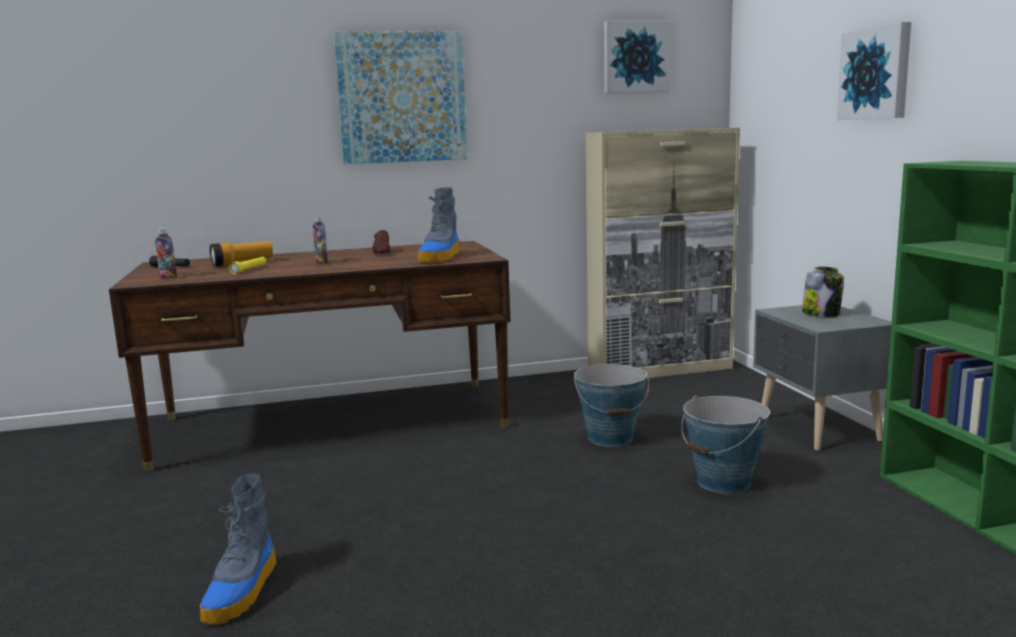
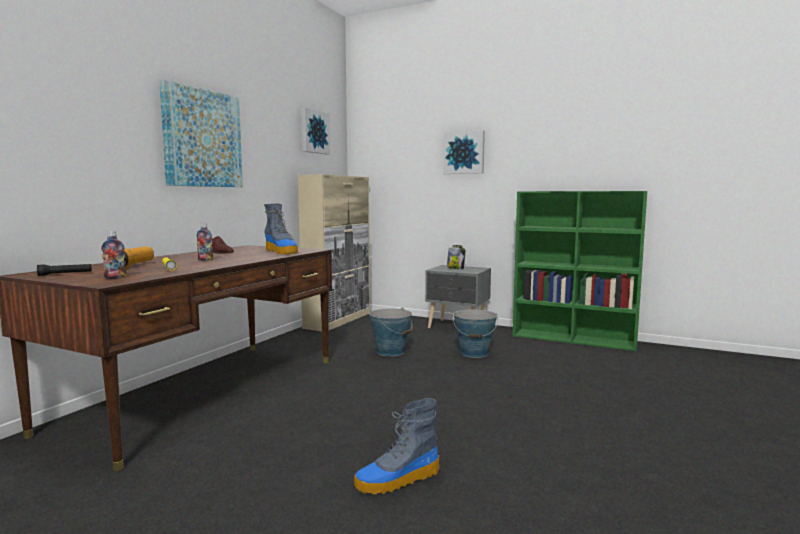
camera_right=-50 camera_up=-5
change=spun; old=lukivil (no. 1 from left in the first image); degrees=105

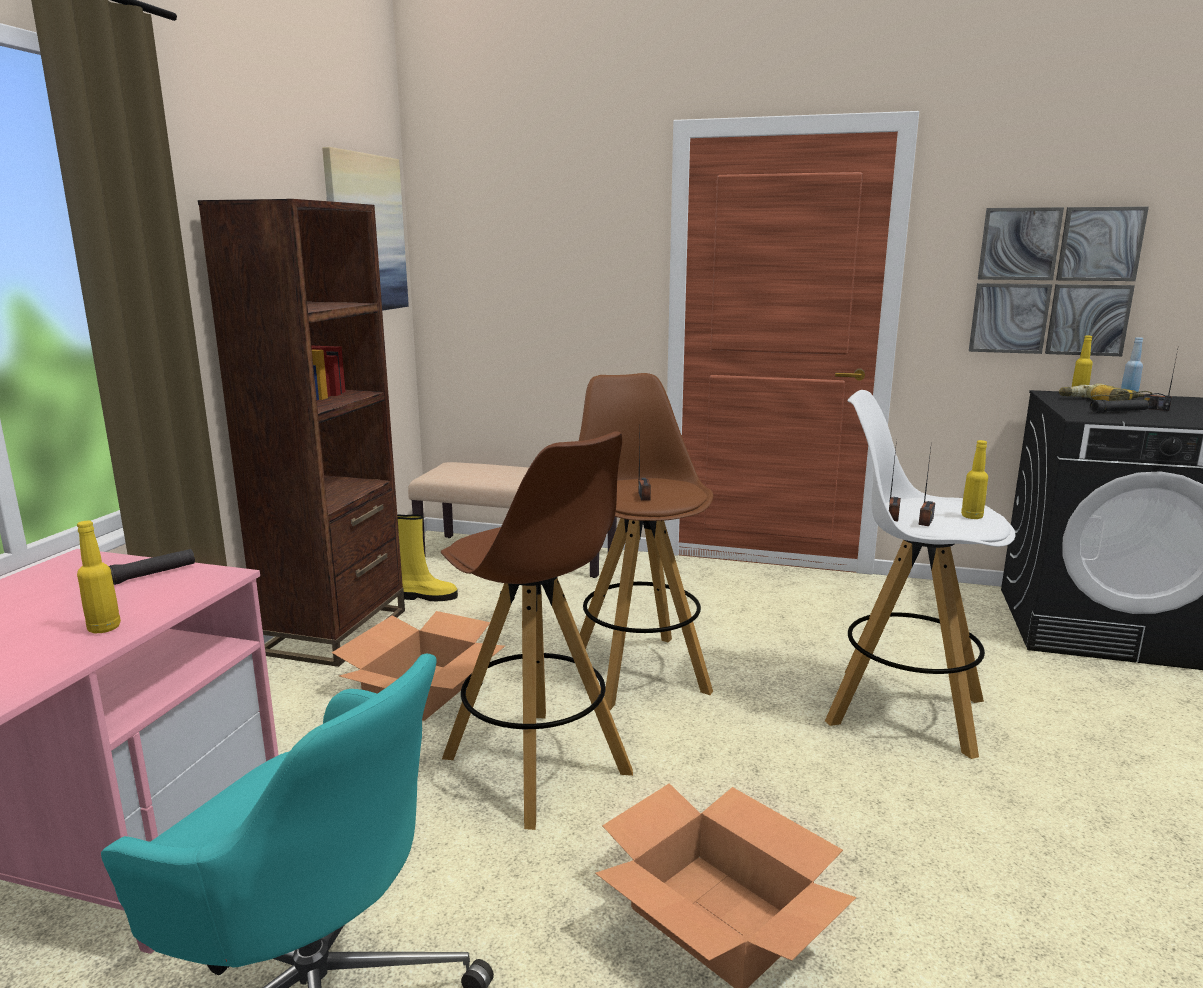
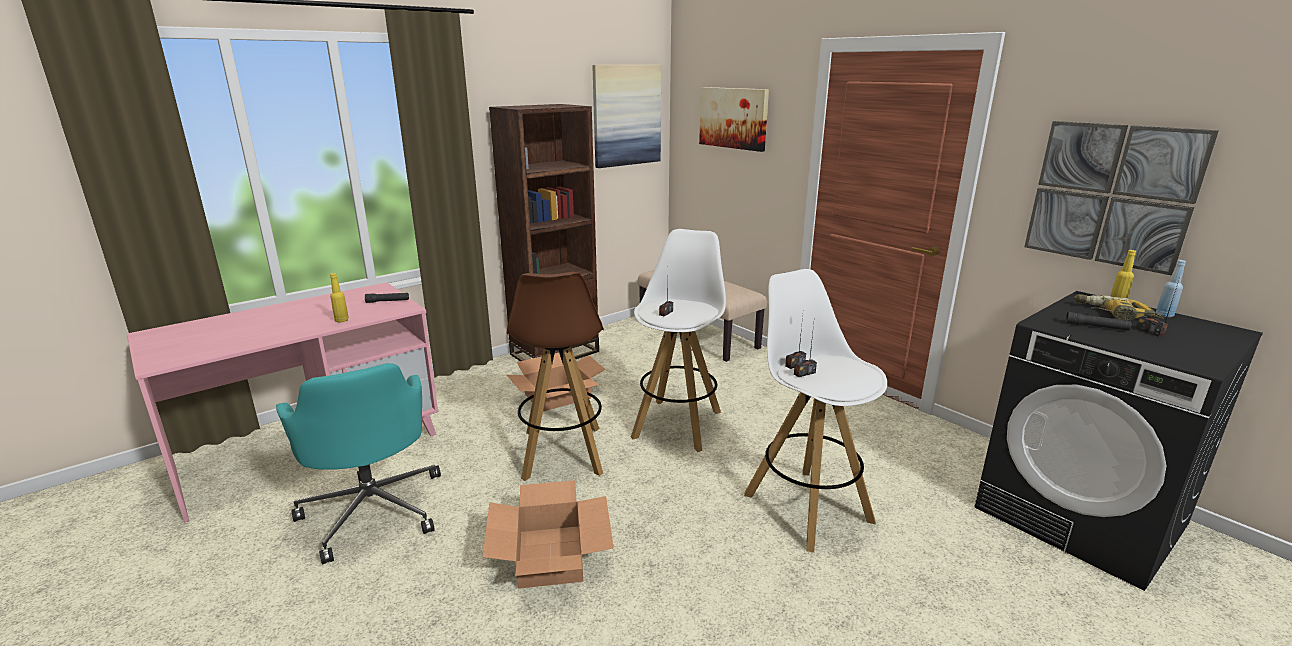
camera_right=35 camera_up=5
change=colour; old=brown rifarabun (no. 2 from left); new=white rifarabun (no. 1 from left)
change=appeared; new=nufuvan (no. 2 from left)
change=missing; old=yellow lukivil
change=missing; old=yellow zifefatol (no. 2 from left)

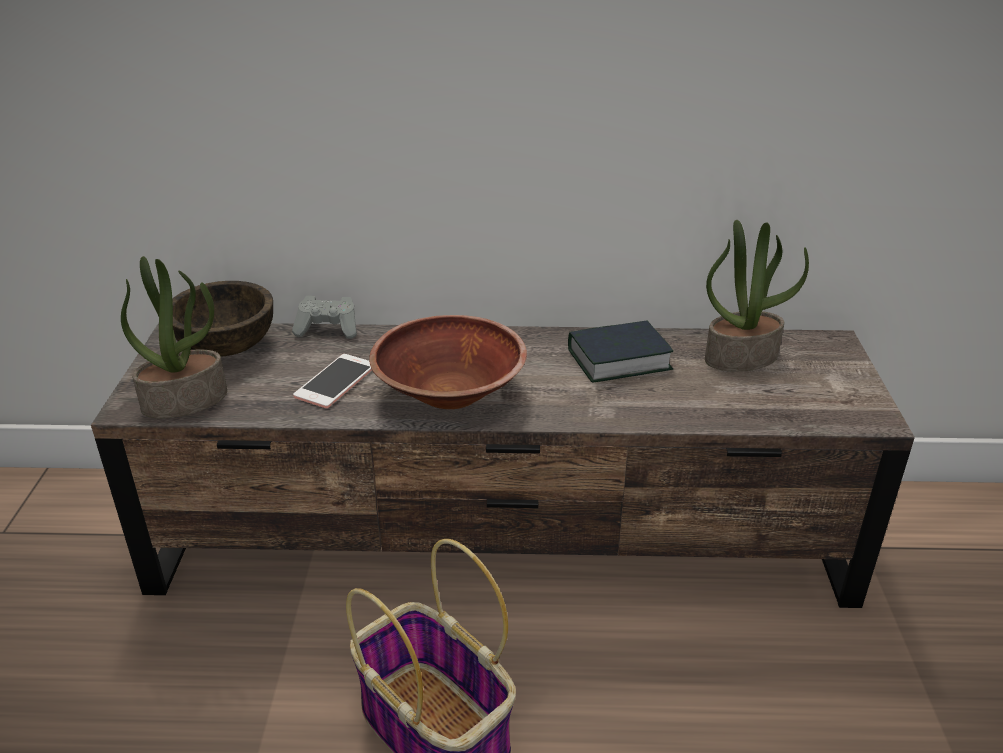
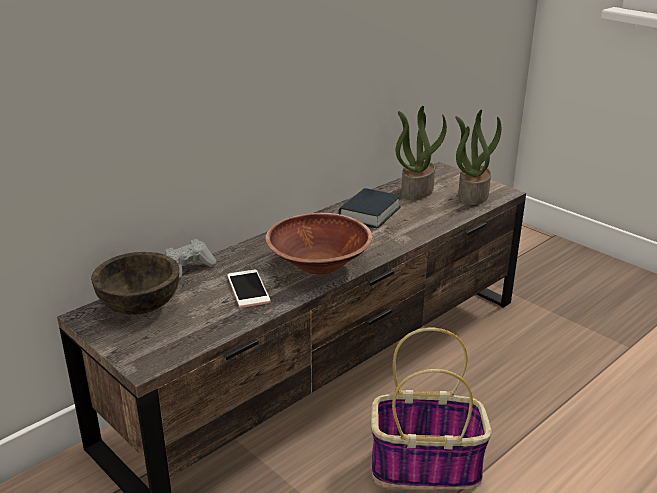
camera_right=-45 camera_up=-5
change=relocated; old=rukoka (no. 1 from left in the first image); new=rukoka (no. 2 from left)

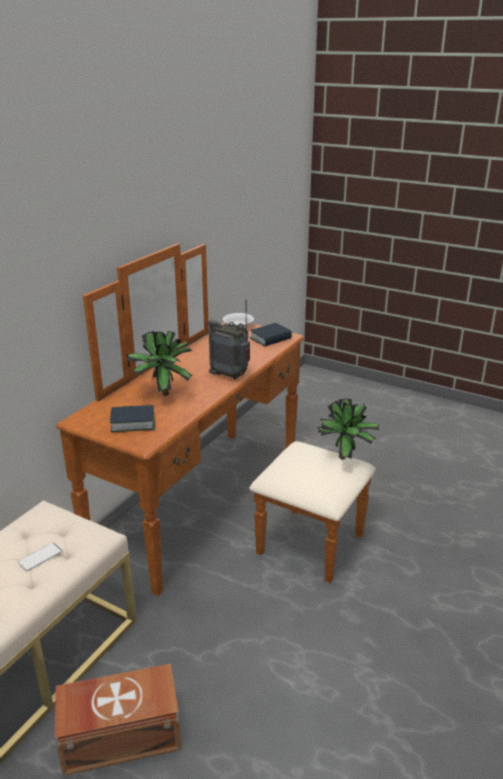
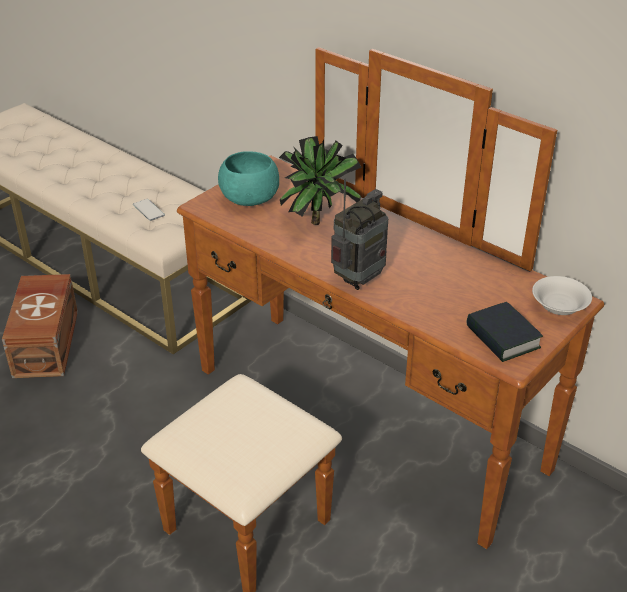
camera_right=100 camera_up=10
change=exchanged; old=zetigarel (no. 1 from left); new=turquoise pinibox
change=missing; old=rukoka (no. 2 from left)

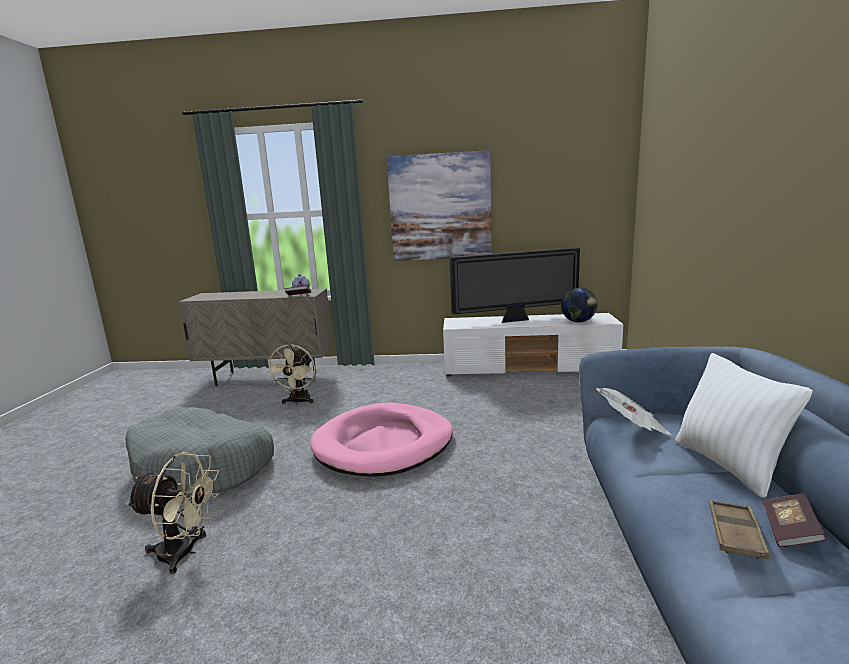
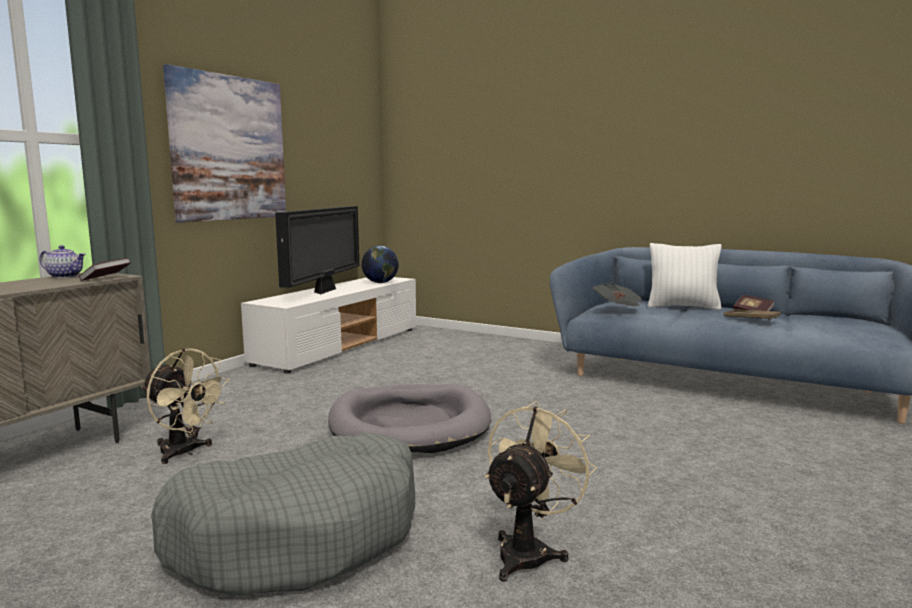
camera_right=-65 camera_up=-5
change=colour; old=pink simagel; new=grey simagel (no. 2 from left)

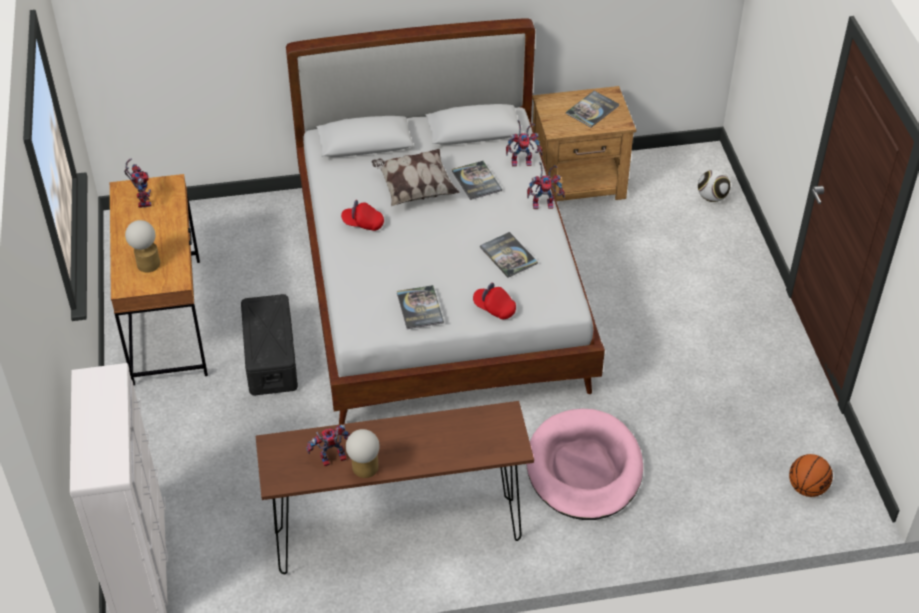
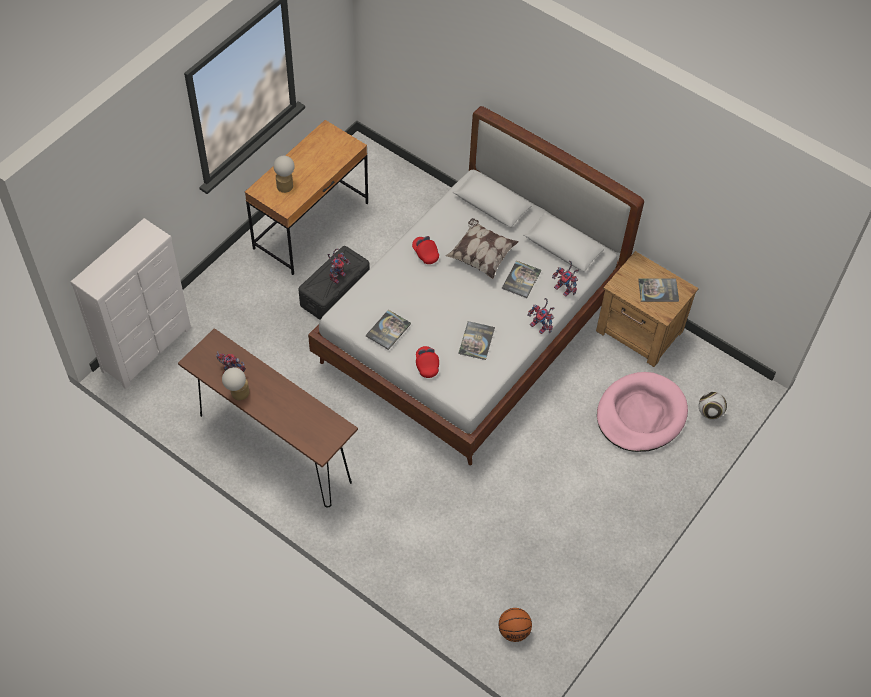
camera_right=45 camera_up=10
change=relocated; old=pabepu (no. 1 from left in the first image); new=pabepu (no. 2 from left)
change=relocated; old=pink simagel

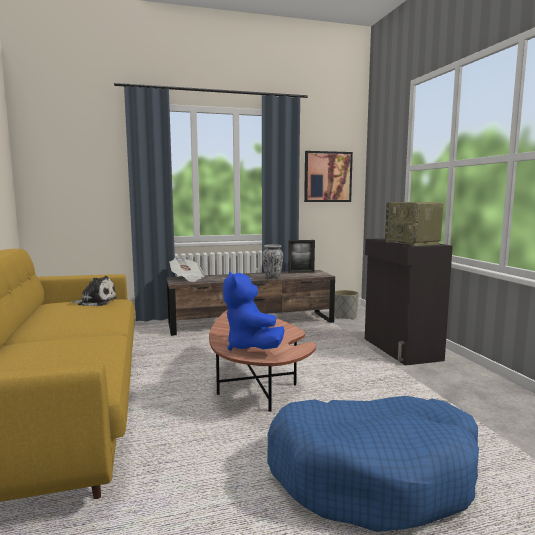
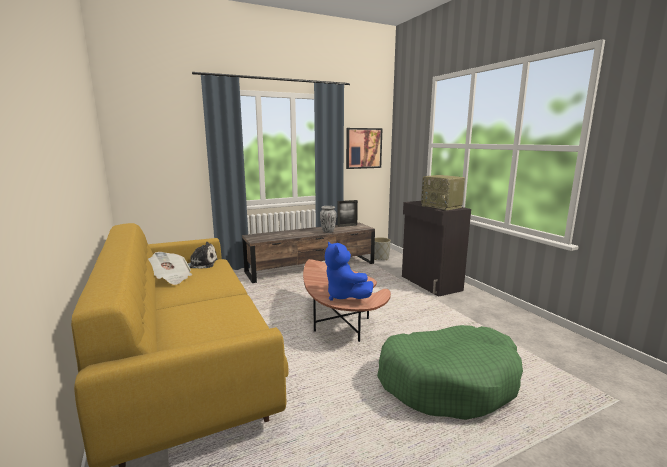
camera_right=-10 camera_up=5
change=relocated; old=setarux
change=colour; old=blue simagel; new=green simagel

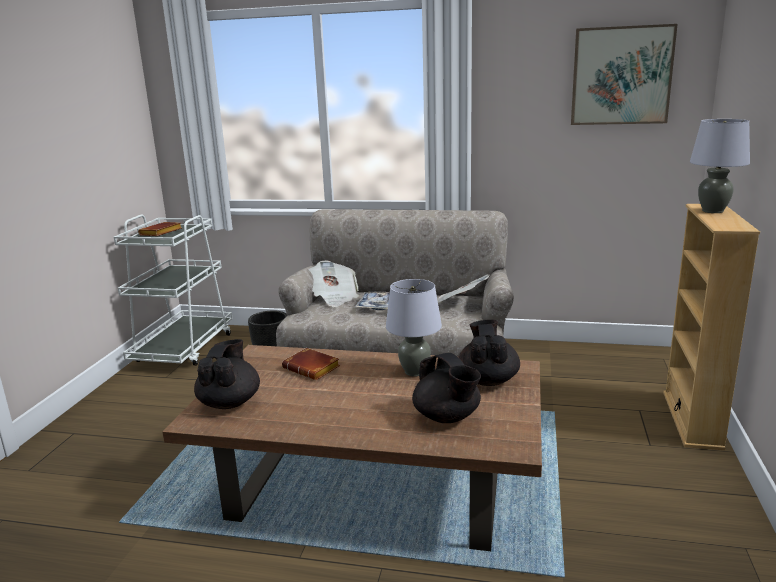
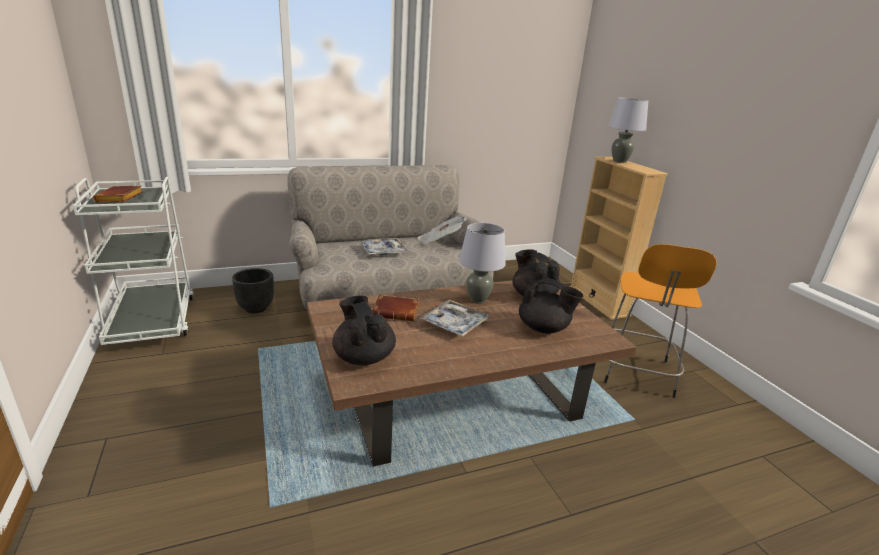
camera_right=-35 camera_up=5
change=appeared; new=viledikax (no. 2 from left)
change=appeared; new=orange rifarabun
change=missing; old=setarux (no. 1 from left)
change=missing; old=nufuvan

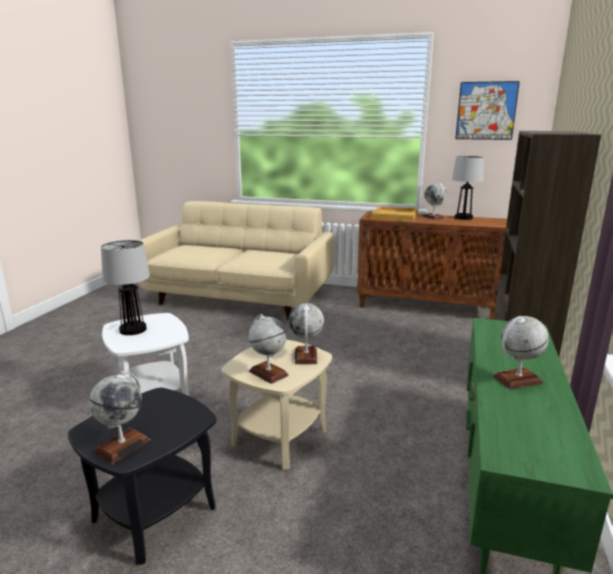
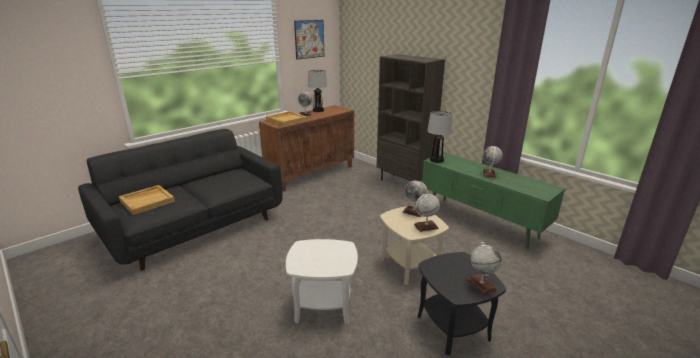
camera_right=-60 camera_up=5
change=colour; old=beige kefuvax; new=black kefuvax
change=appeared; new=beige viledikax (no. 1 from left)
change=relocated; old=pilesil (no. 1 from left in the first image); new=pilesil (no. 2 from left)

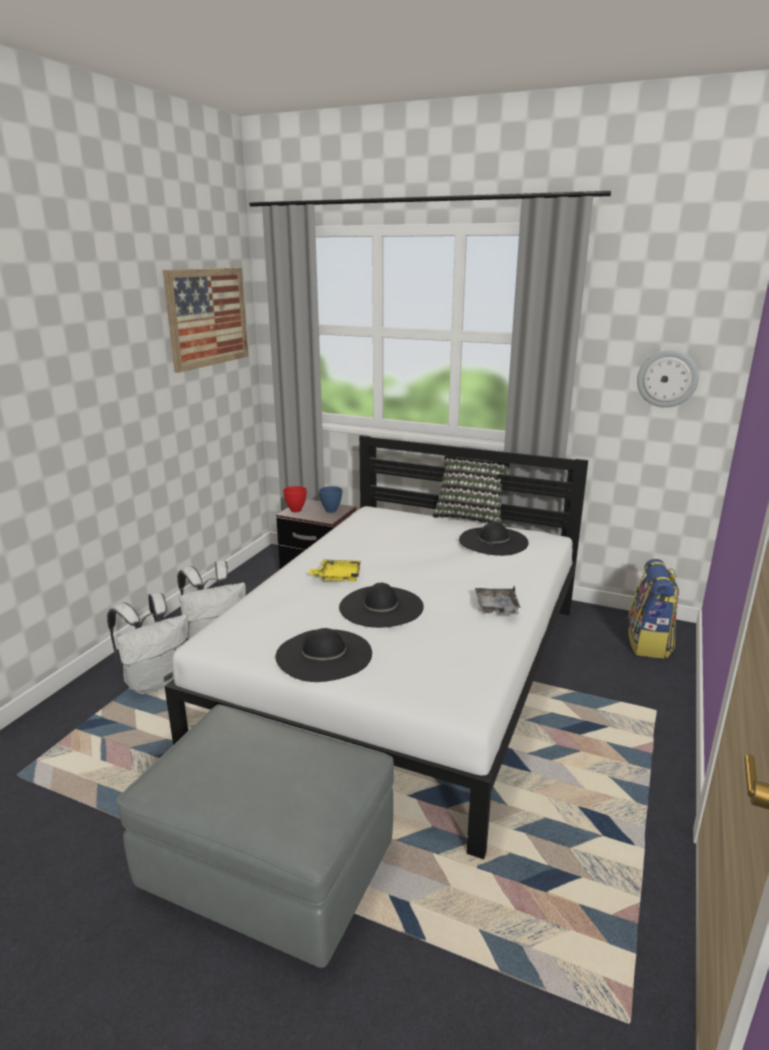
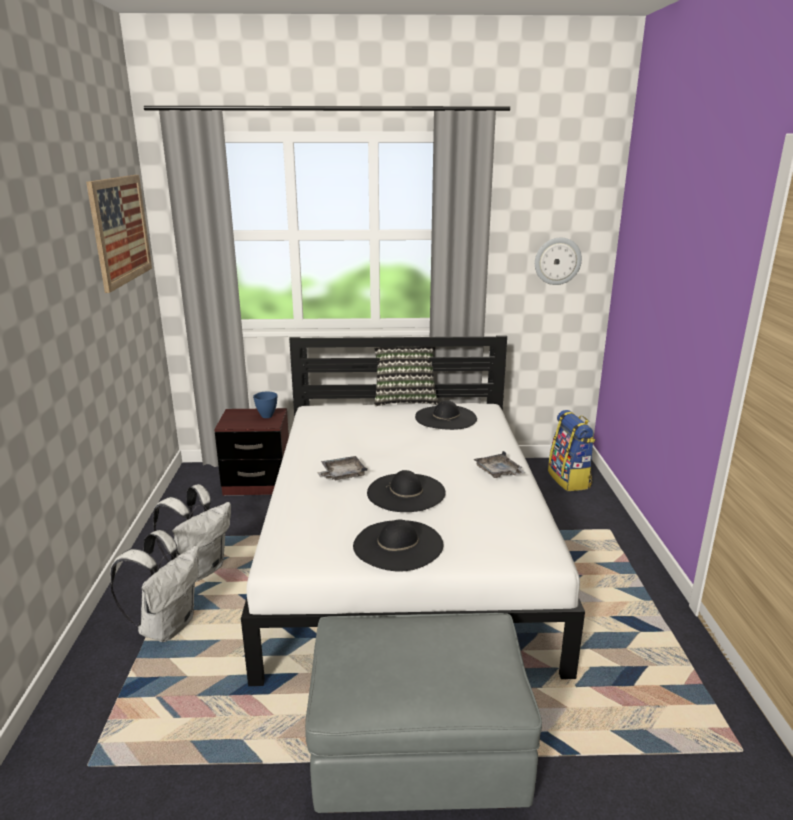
camera_right=-25 camera_up=0
change=colour; old=yellow viledikax; new=grey viledikax (no. 1 from left)
change=missing; old=red pinibox

